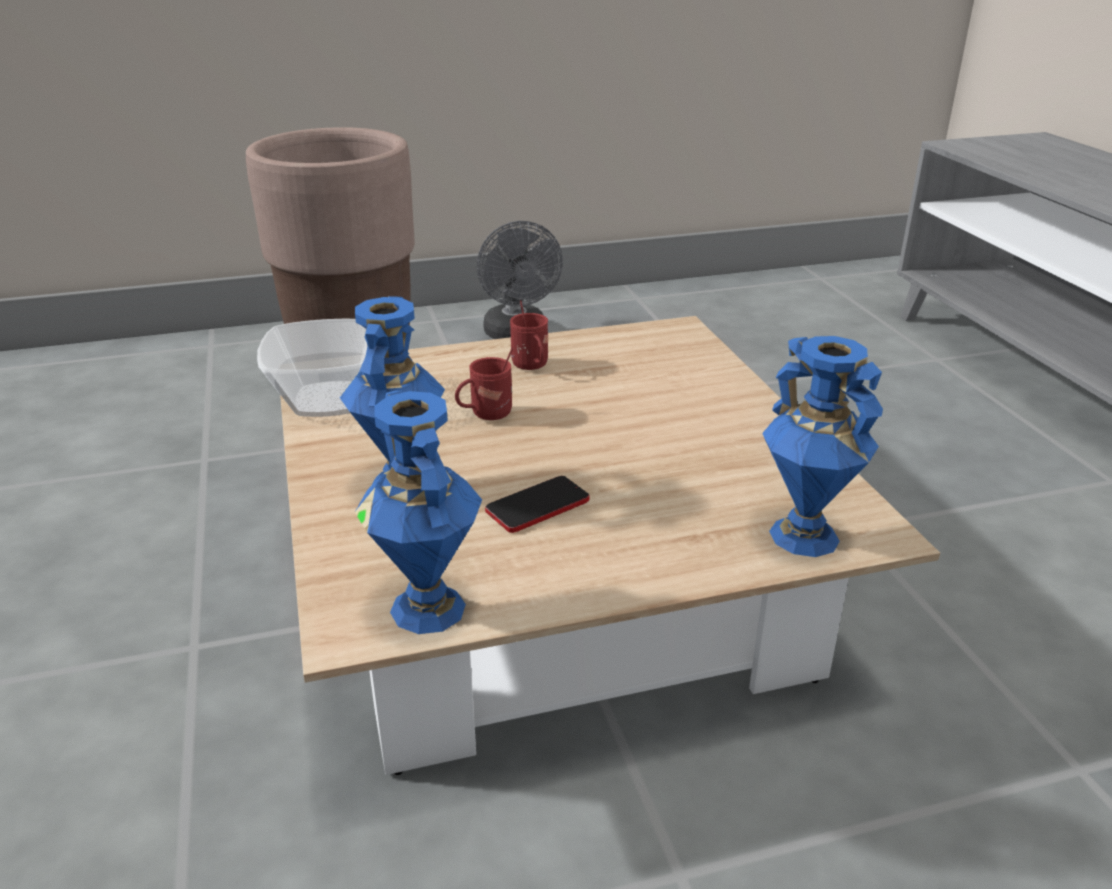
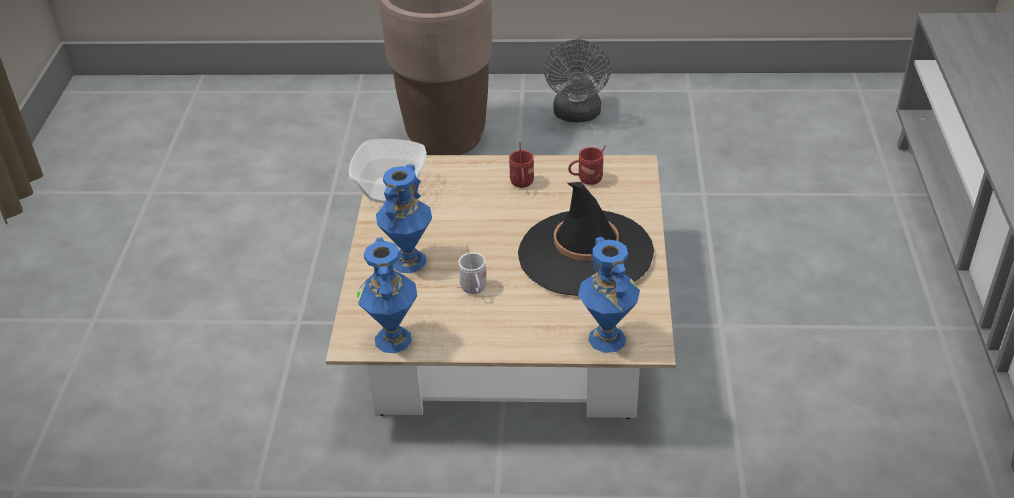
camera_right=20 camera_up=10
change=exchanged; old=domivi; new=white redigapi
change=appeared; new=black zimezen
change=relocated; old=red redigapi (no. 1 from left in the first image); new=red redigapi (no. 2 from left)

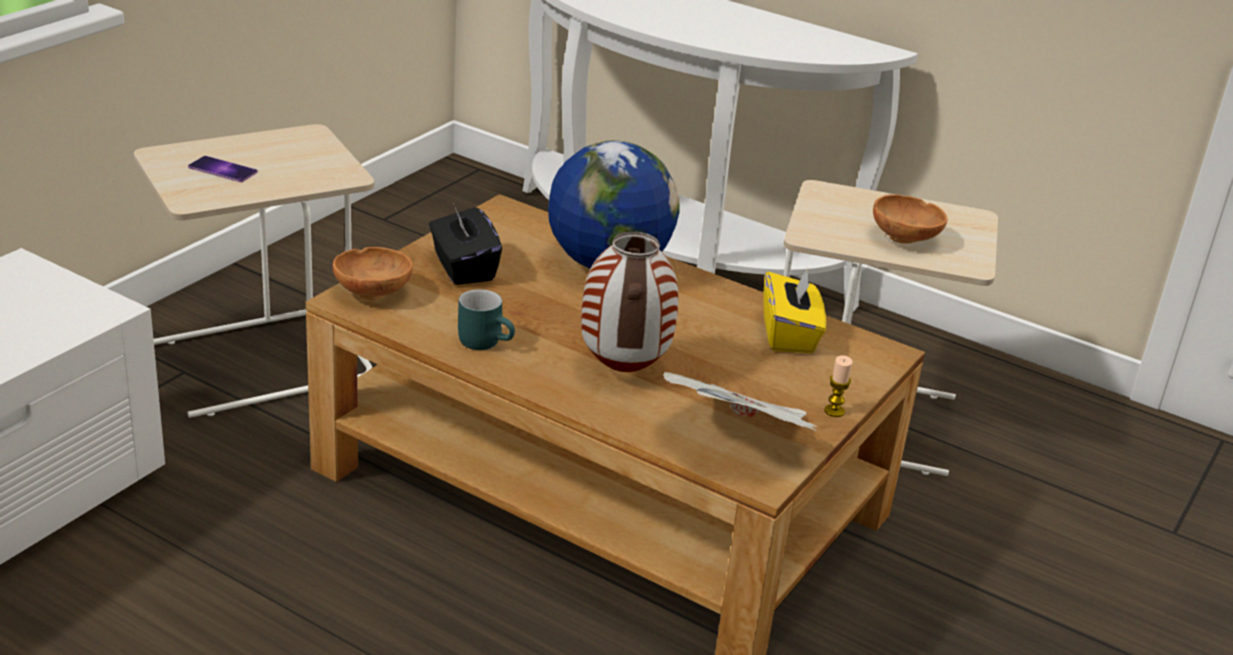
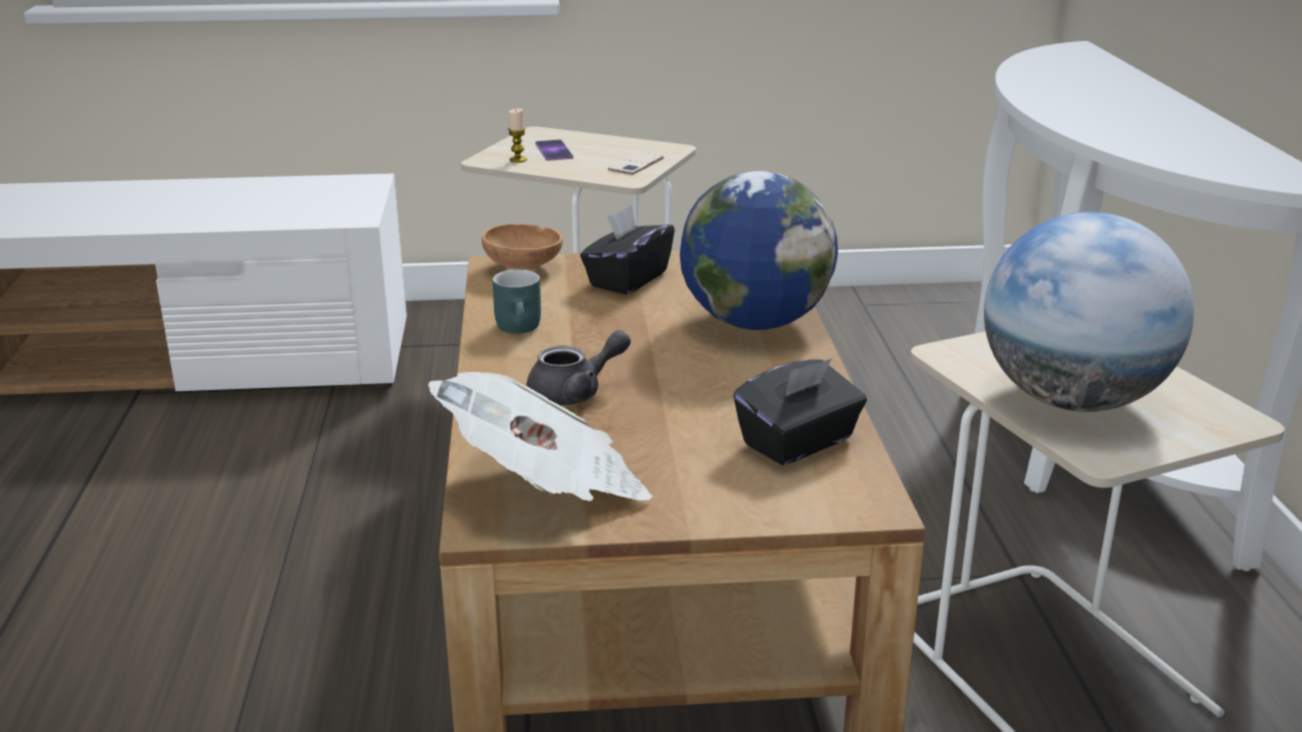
camera_right=55 camera_up=-5
change=relocated; old=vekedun
change=exchanged; old=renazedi; new=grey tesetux
change=appeared; new=domivi (no. 2 from left)
change=colour; old=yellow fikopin; new=black fikopin (no. 2 from left)
change=exchanged; old=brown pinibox (no. 2 from left); new=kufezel (no. 2 from left)

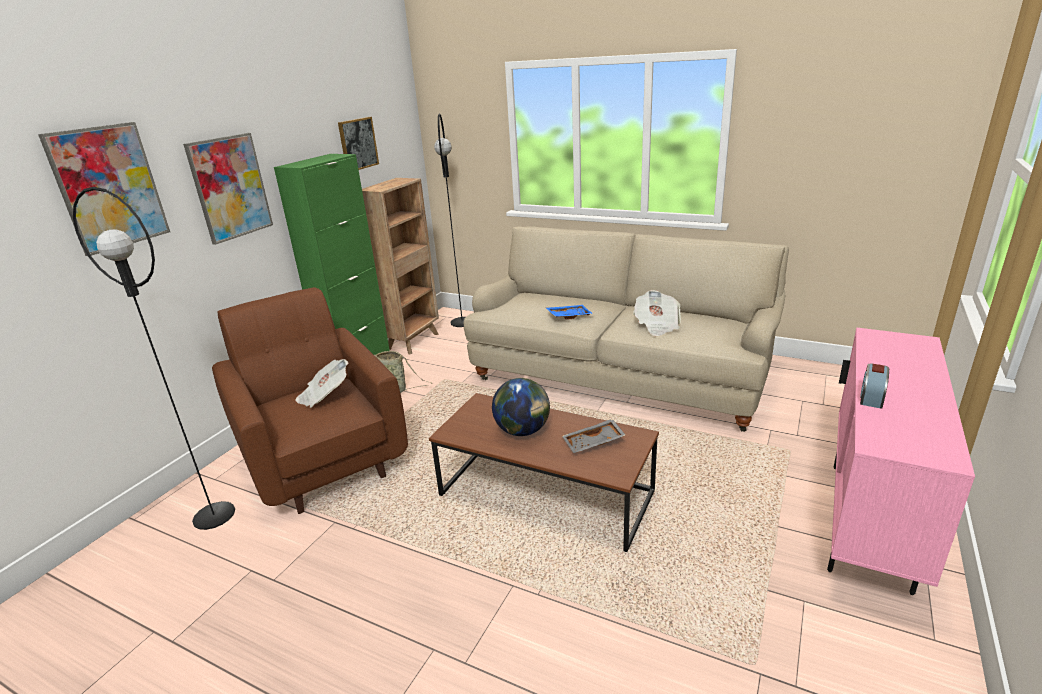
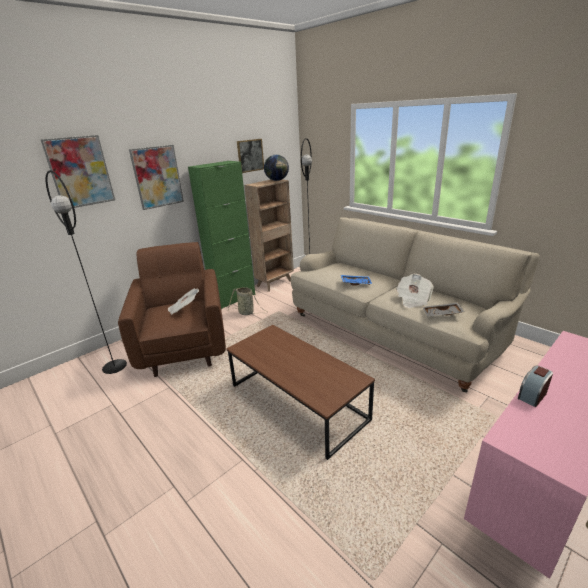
camera_right=20 camera_up=0
change=relocated; old=kufezel
change=relocated; old=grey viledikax

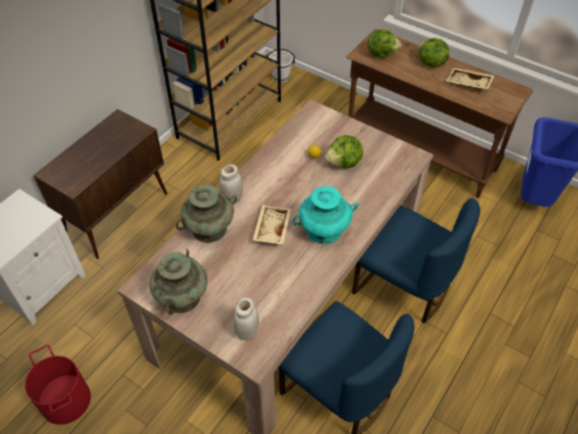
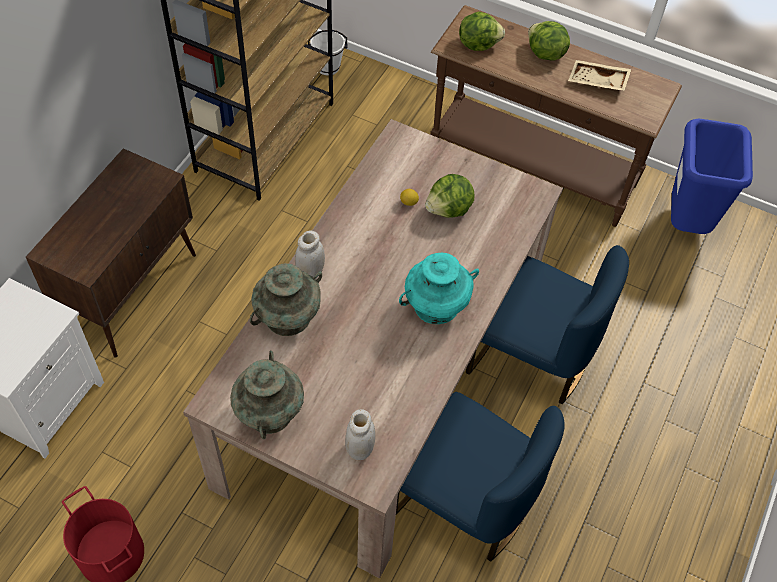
camera_right=-10 camera_up=5
change=missing; old=beige viledikax (no. 1 from left)

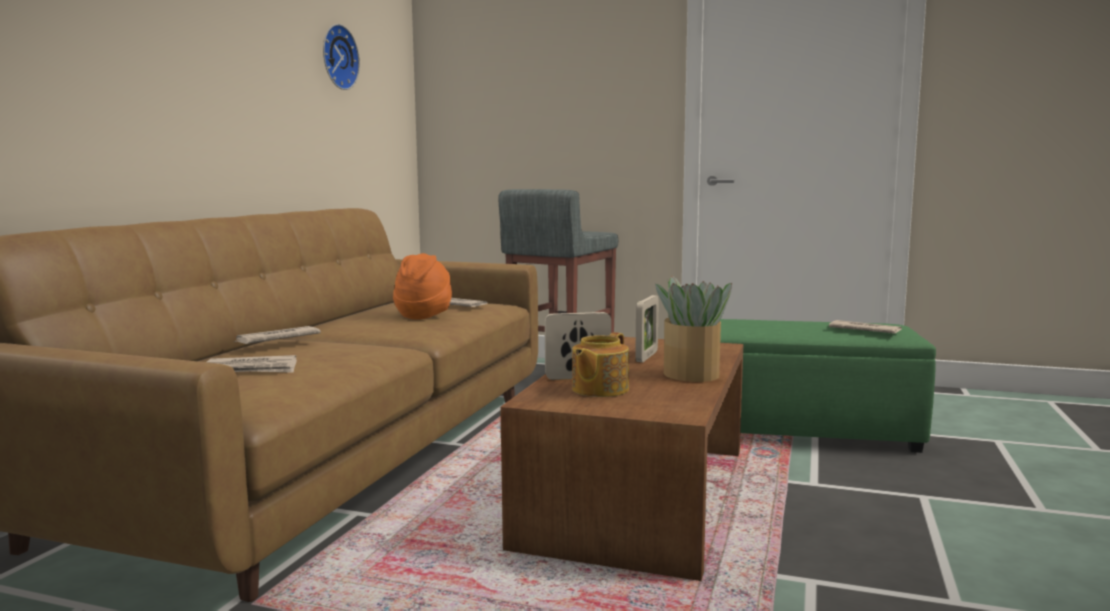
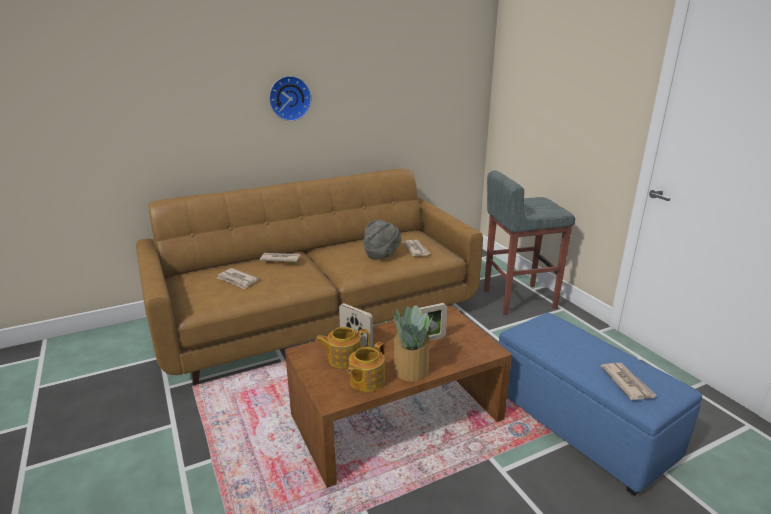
camera_right=45 camera_up=15
change=relocated; old=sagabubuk
change=appeared; new=tesetux (no. 2 from left)
change=colour; old=orange zimezen; new=grey zimezen
change=colour; old=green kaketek; new=blue kaketek

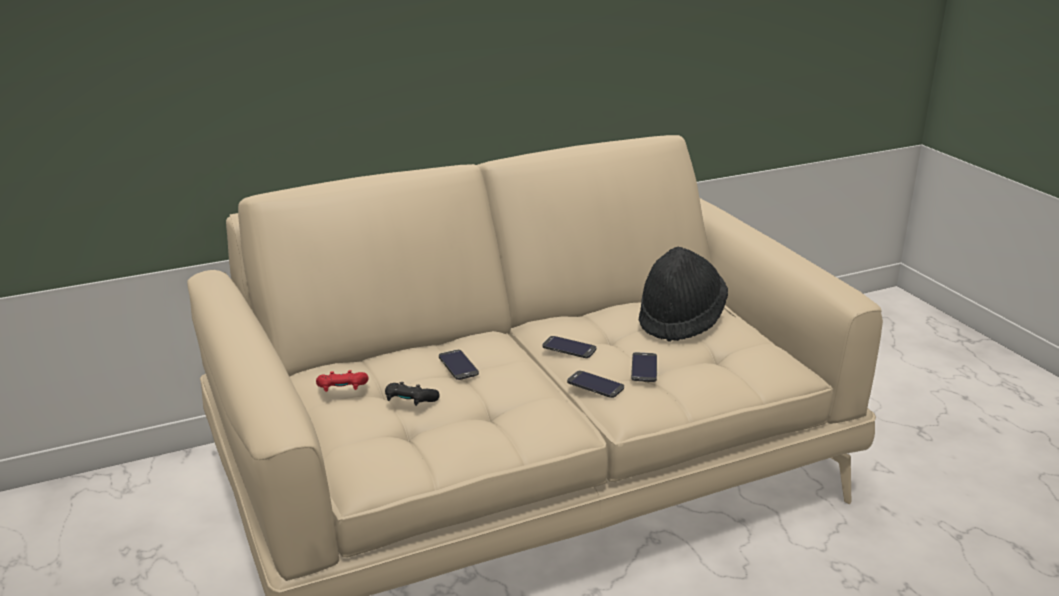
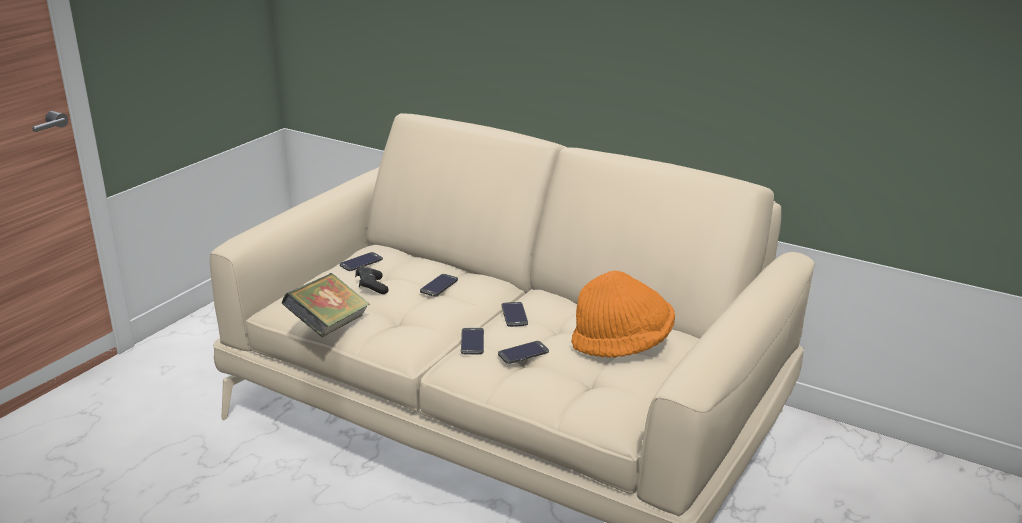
camera_right=55 camera_up=0
change=appeared; new=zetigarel
change=exchanged; old=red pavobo; new=domivi (no. 1 from left)
change=colour; old=black zimezen; new=orange zimezen

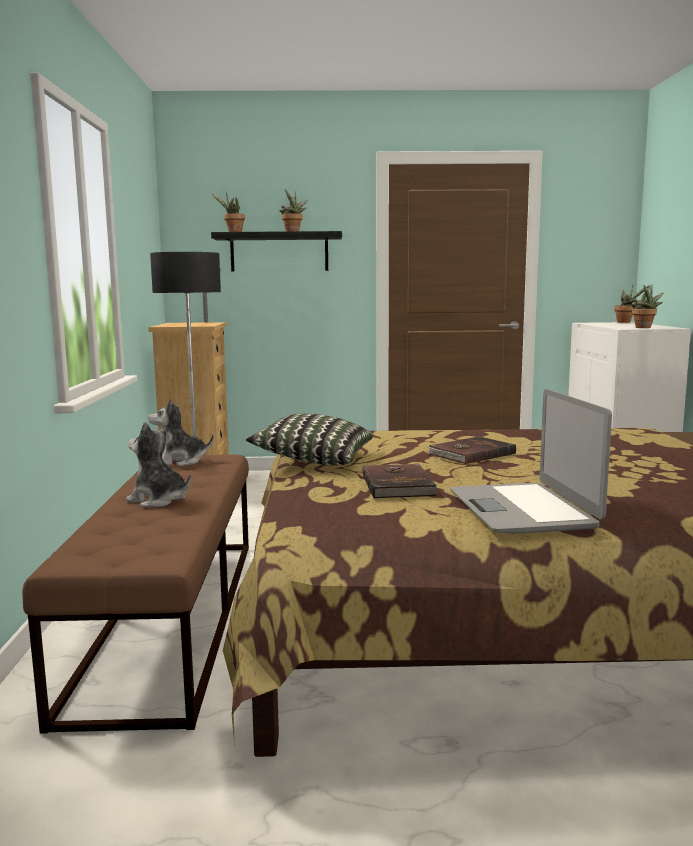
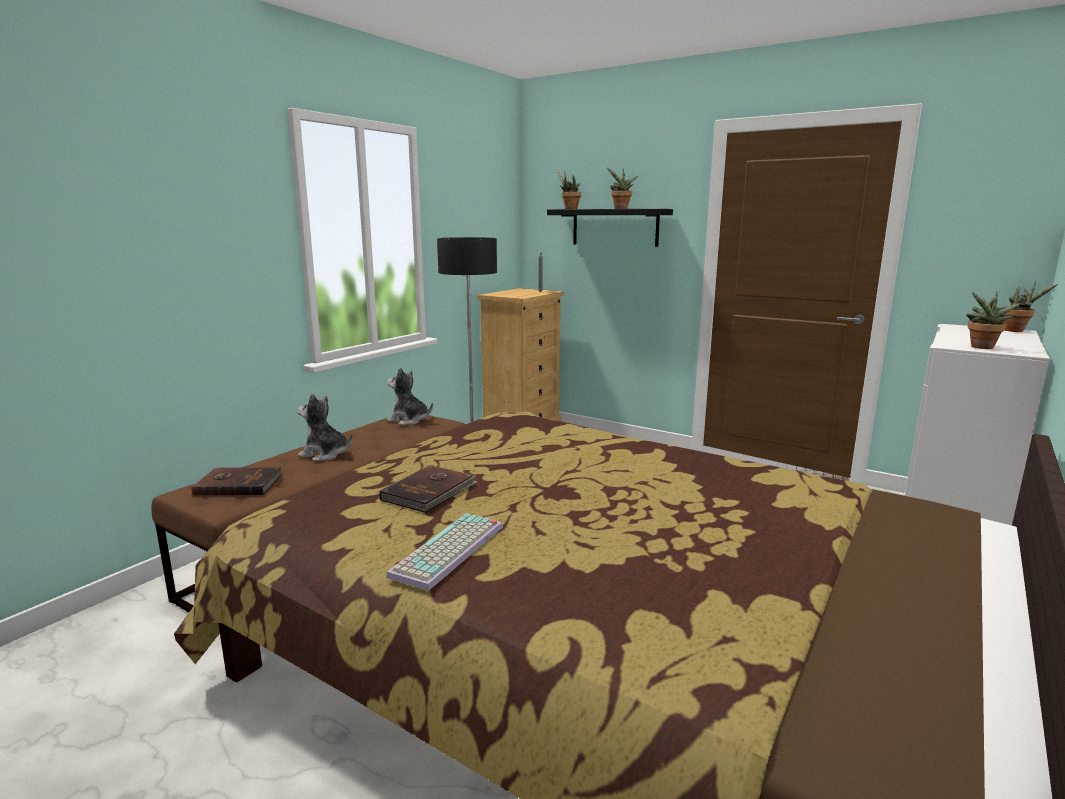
camera_right=35 camera_up=5
change=relocated; old=brown zetigarel (no. 2 from left in the first image); new=brown zetigarel (no. 1 from left)
change=spun; old=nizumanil (no. 1 from left); degrees=-45
change=exchanged; old=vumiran; new=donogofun
change=missing; old=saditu

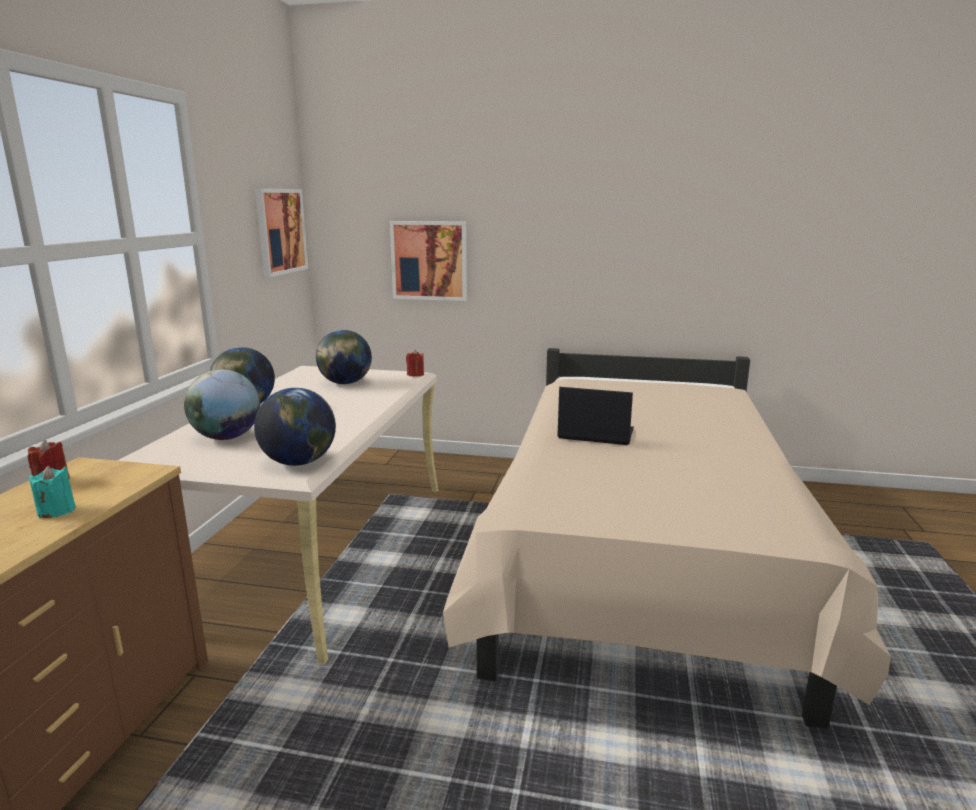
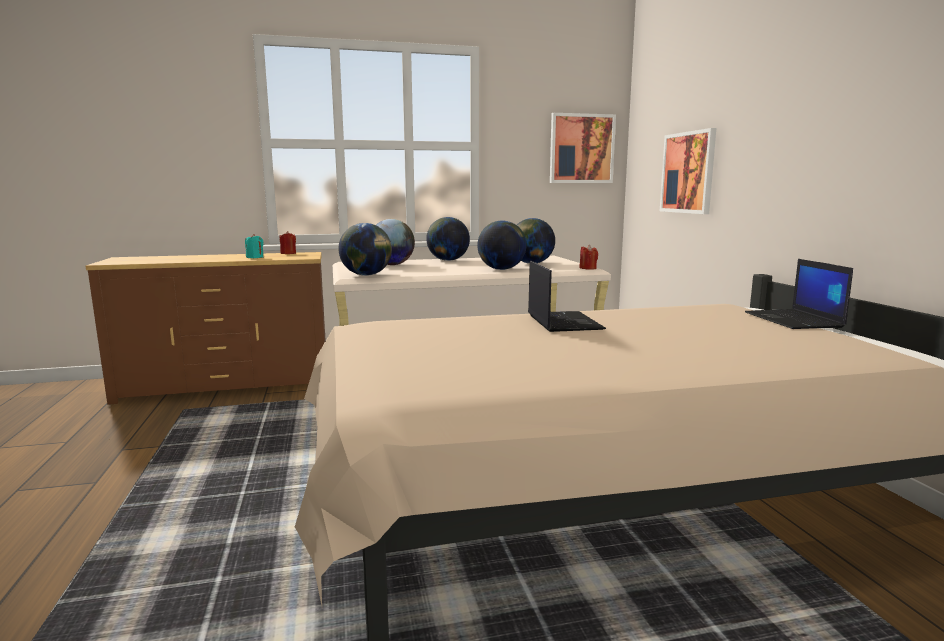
camera_right=65 camera_up=-5
change=appeared; new=kufezel (no. 4 from left)
change=appeared; new=vumiran (no. 2 from left)

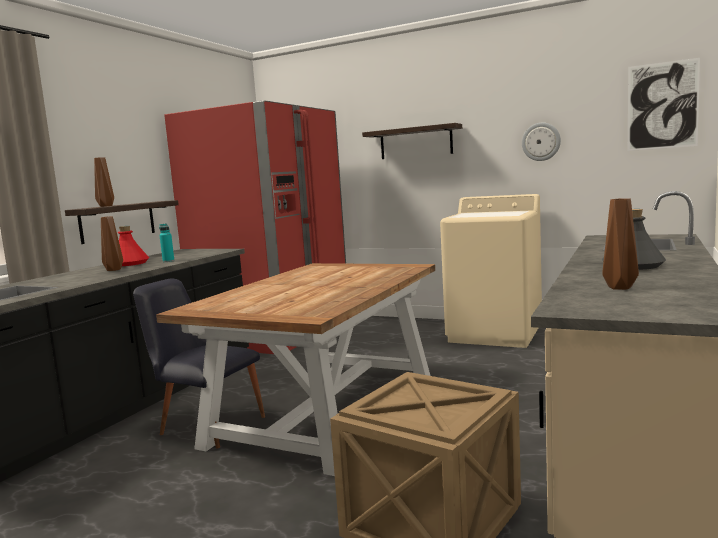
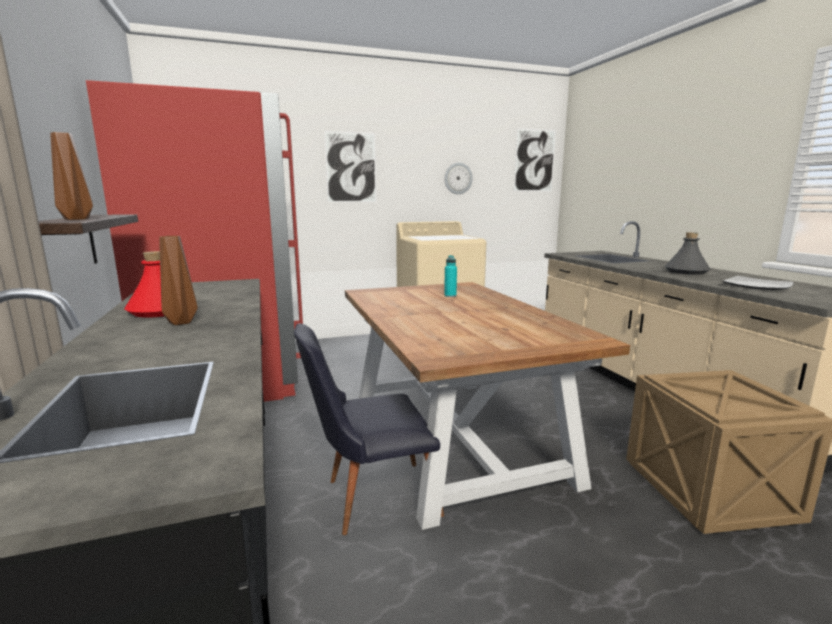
camera_right=-45 camera_up=5
change=exchanged; old=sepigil (no. 2 from left); new=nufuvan (no. 1 from left)
change=relocated; old=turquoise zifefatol
change=exchanged; old=brown renazedi (no. 3 from left); new=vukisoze

